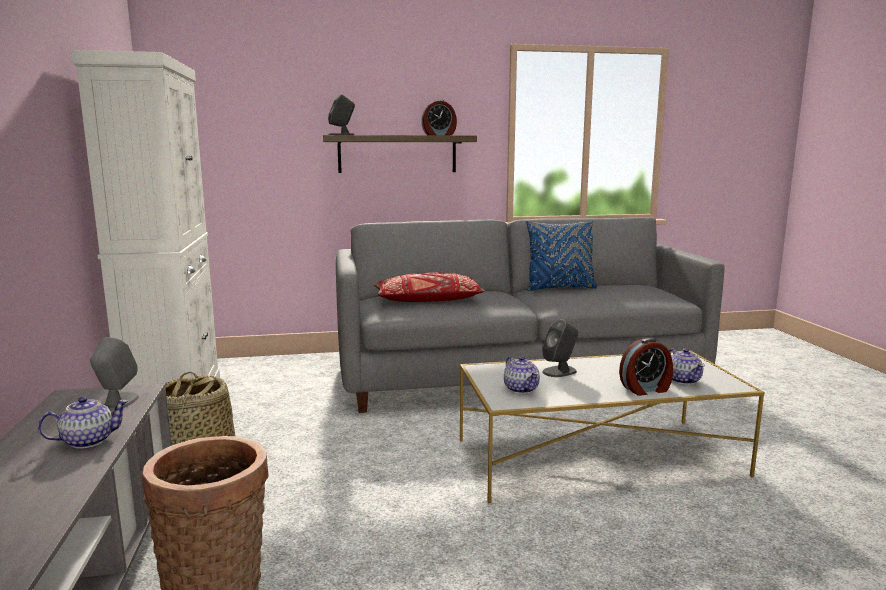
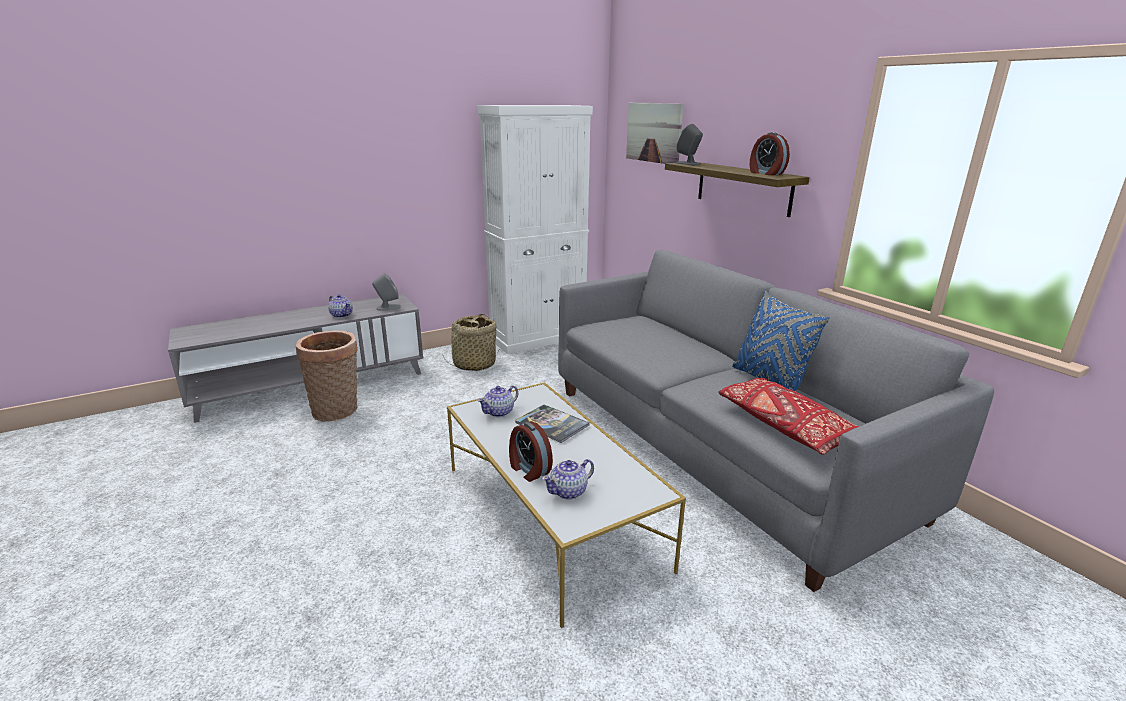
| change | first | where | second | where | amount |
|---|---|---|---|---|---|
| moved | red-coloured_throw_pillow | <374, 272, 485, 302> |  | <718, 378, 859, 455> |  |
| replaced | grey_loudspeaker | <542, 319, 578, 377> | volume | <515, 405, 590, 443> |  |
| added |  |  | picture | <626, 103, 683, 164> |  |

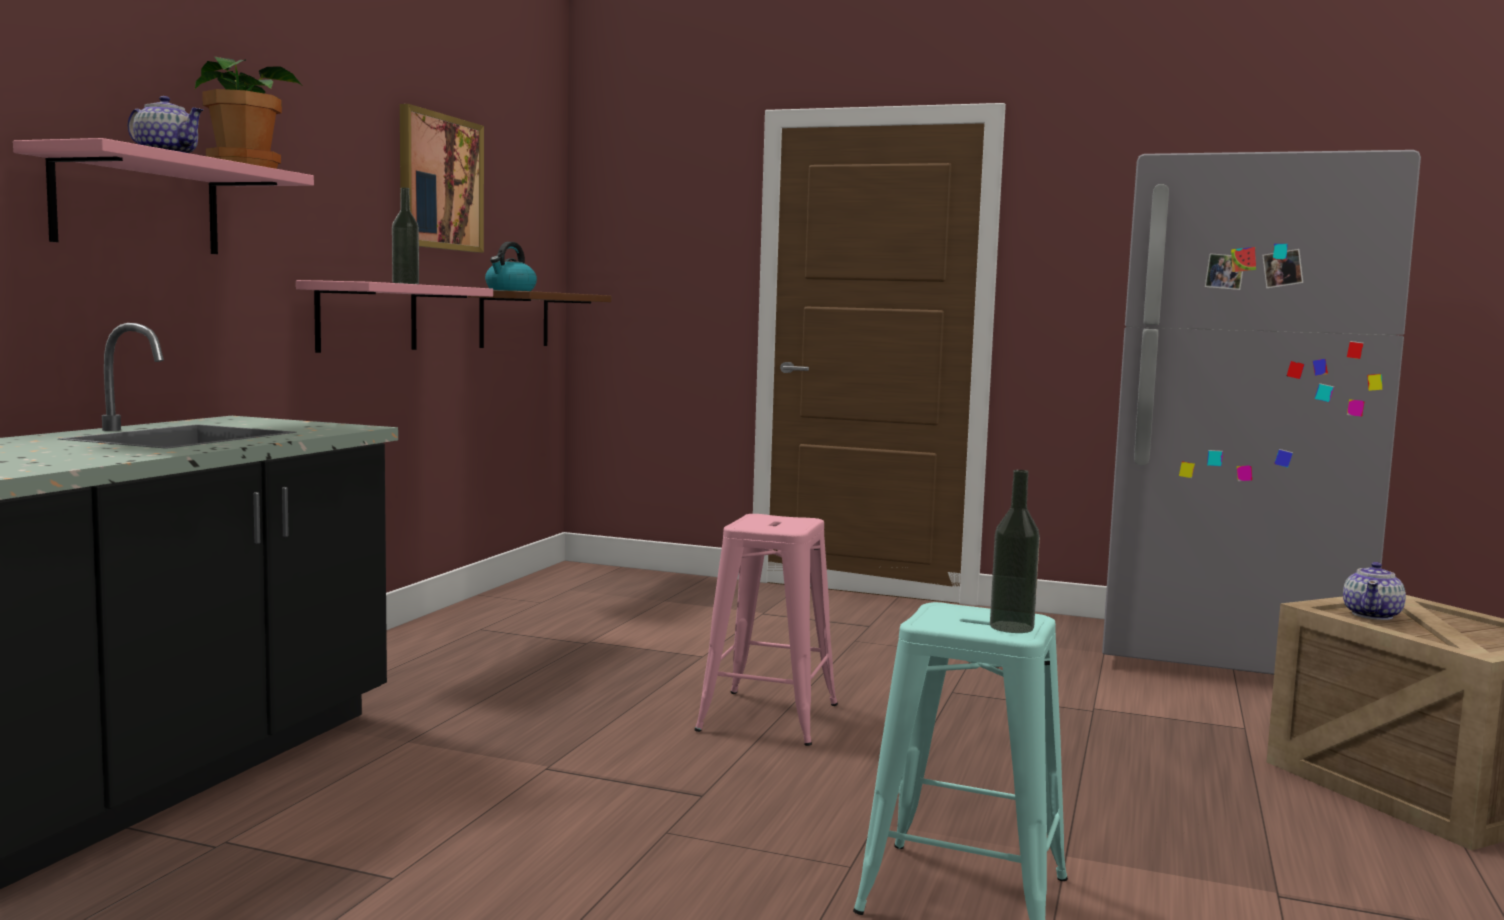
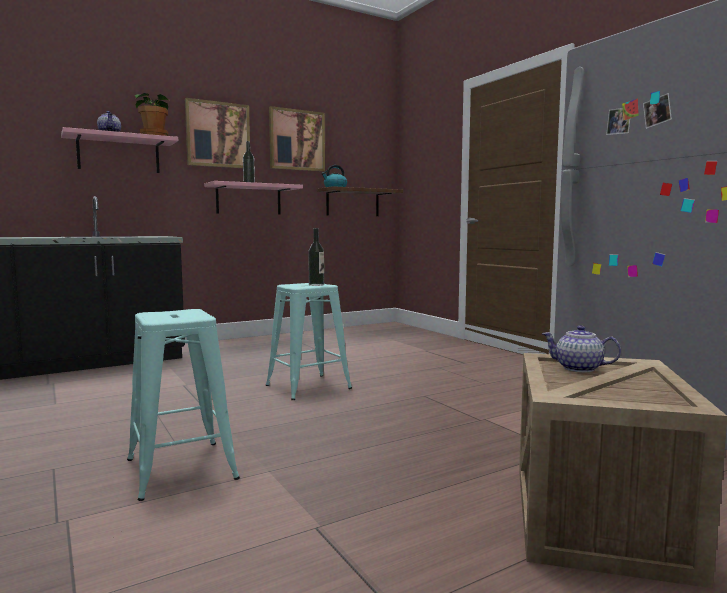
| change | first | where | second | where | amount |
|---|---|---|---|---|---|
| moved | bottle | <990, 470, 1040, 633> |  | <308, 228, 324, 286> |  |
| recoloured | pink-coloured_stool | <694, 514, 838, 746> | turquoise_stool | <266, 283, 352, 400> |  |
| turned | teapot | <1343, 562, 1406, 620> |  | <542, 325, 621, 372> | 45 degrees clockwise |
| added |  |  | picture | <185, 98, 250, 168> |  |

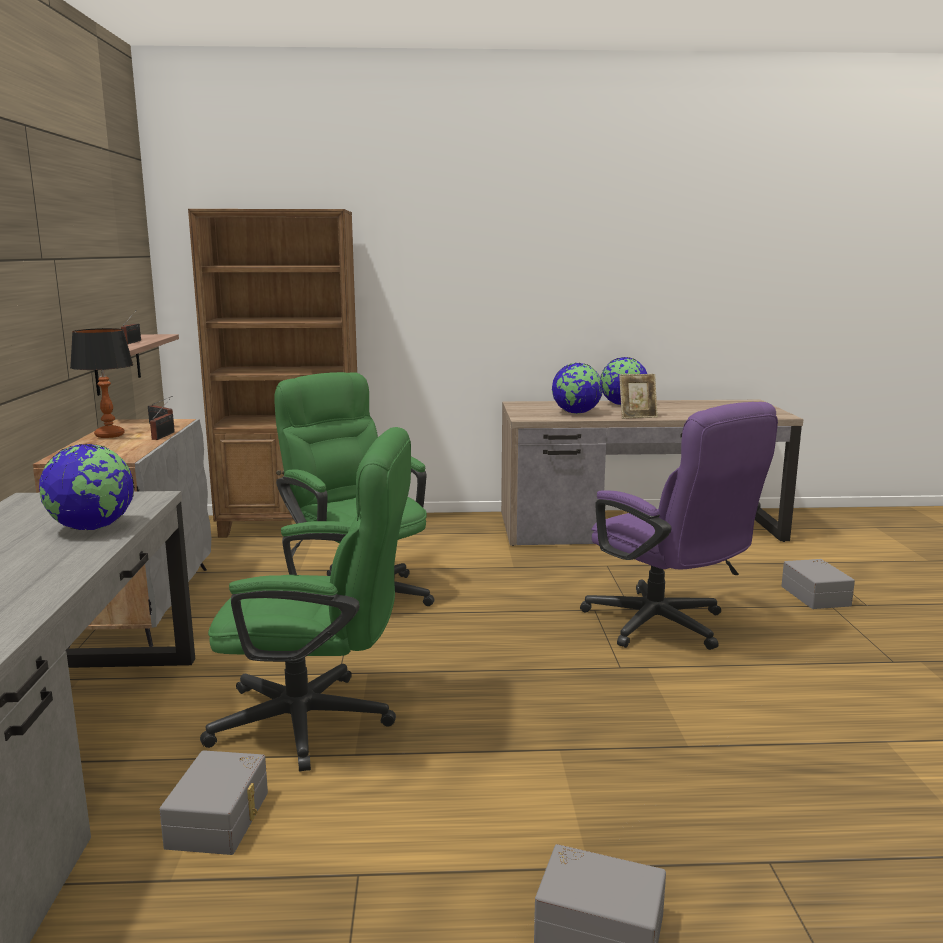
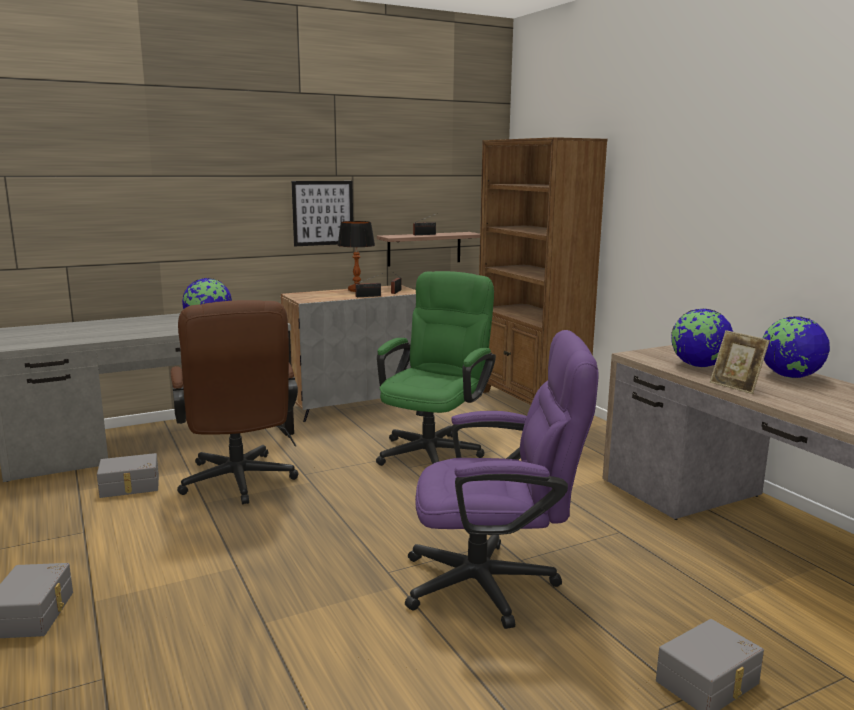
| change | first | where | second | where | amount |
|---|---|---|---|---|---|
| turned | purplish_desk_chair | <580, 402, 778, 650> |  | <405, 330, 599, 629> | 120 degrees counterclockwise |
| recoloured | green-coloured_desk_chair | <200, 427, 411, 771> | brown-coloured_desk_chair | <170, 300, 298, 505> |  |
| added |  |  | picture | <292, 181, 353, 246> |  |

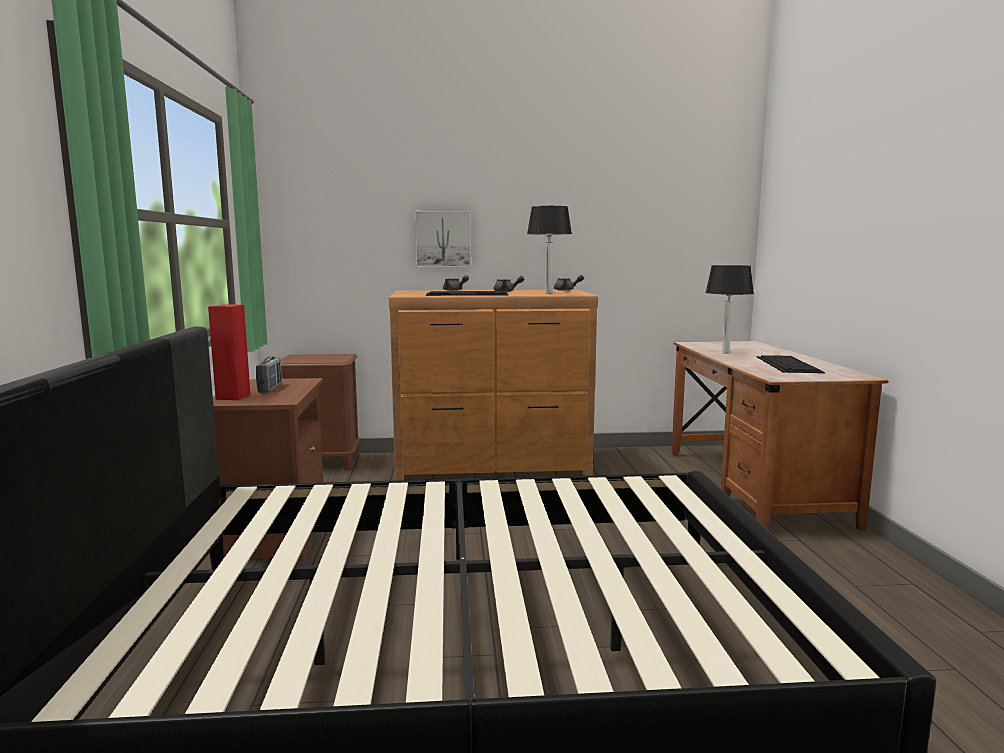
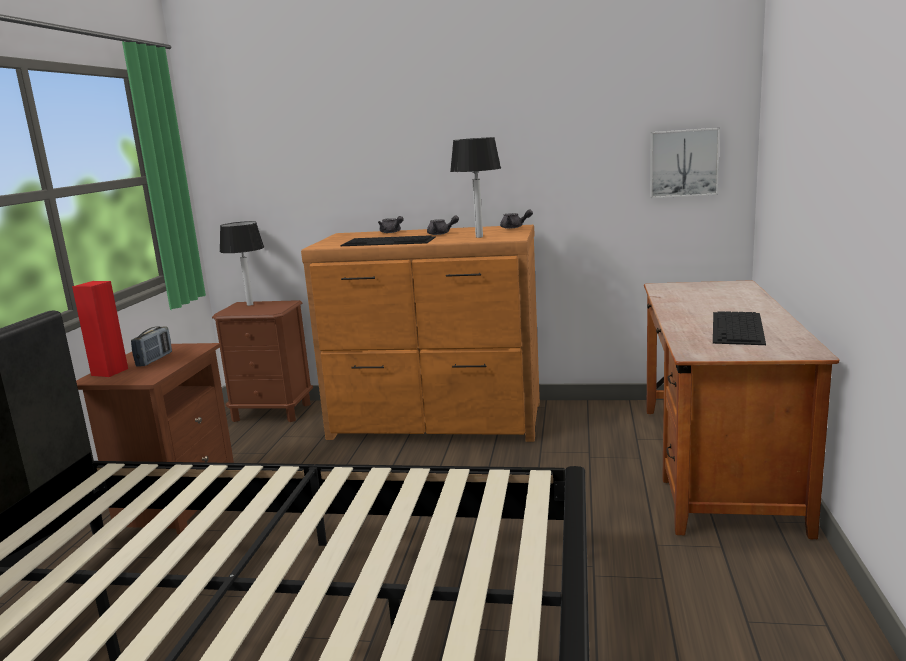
| change | first | where | second | where | amount |
|---|---|---|---|---|---|
| moved | picture | <415, 211, 471, 267> |  | <650, 128, 720, 198> |  |
| moved | tabletop_lamp | <705, 265, 754, 354> |  | <219, 221, 264, 306> |  |

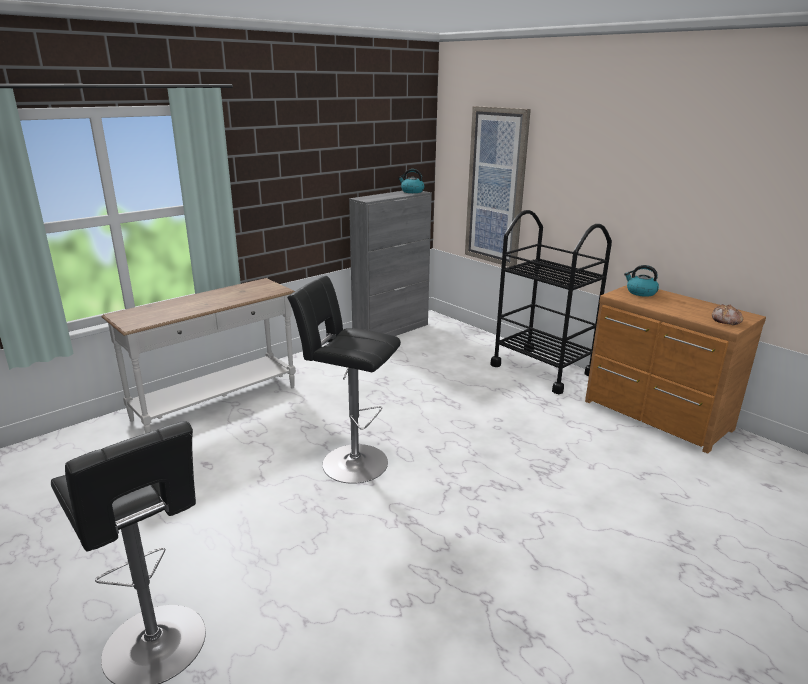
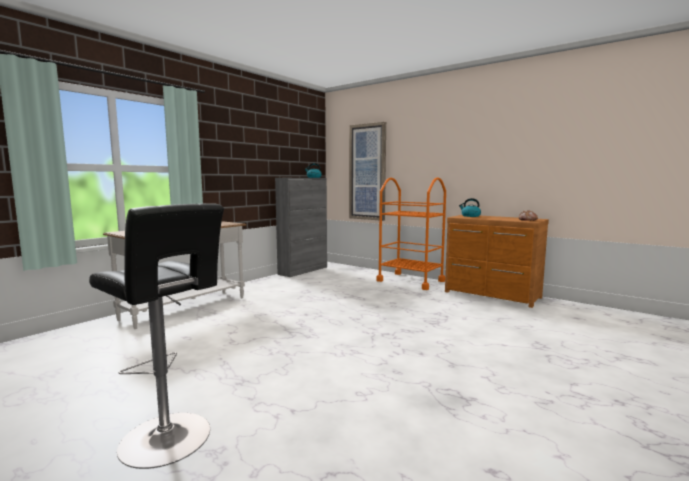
| change | first | where | second | where | amount |
|---|---|---|---|---|---|
| recoloured | black_trolley | <490, 210, 612, 394> | orange_trolley | <376, 177, 446, 290> |  |
| removed | black_stool | <287, 276, 401, 484> |  |  |  |

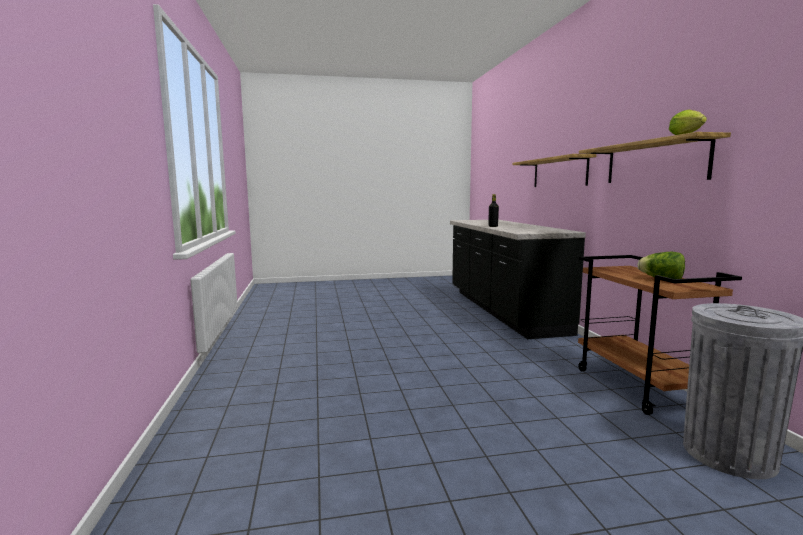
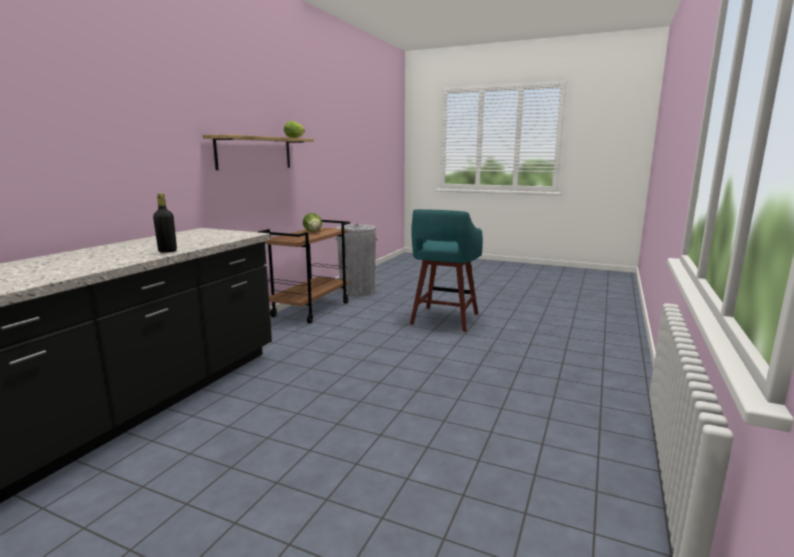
| change | first | where | second | where | amount |
|---|---|---|---|---|---|
| removed | bracket_shelf | <512, 154, 597, 187> |  |  |  |
| added |  |  | turquoise_stool | <410, 209, 483, 332> |  |

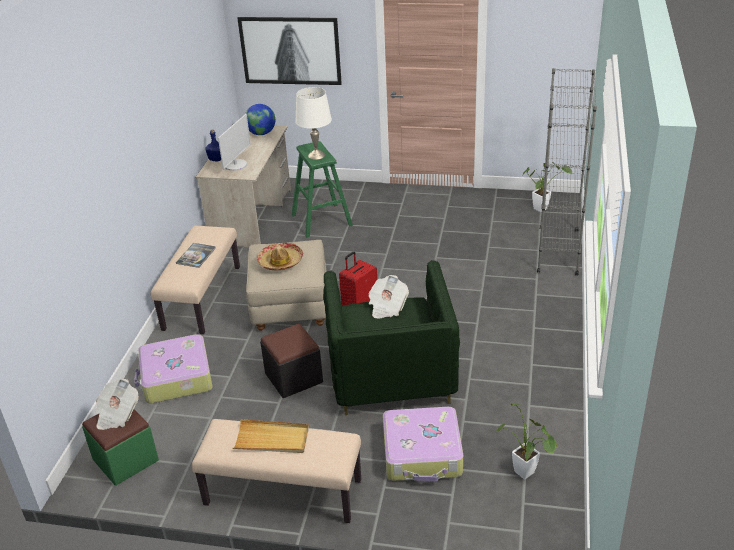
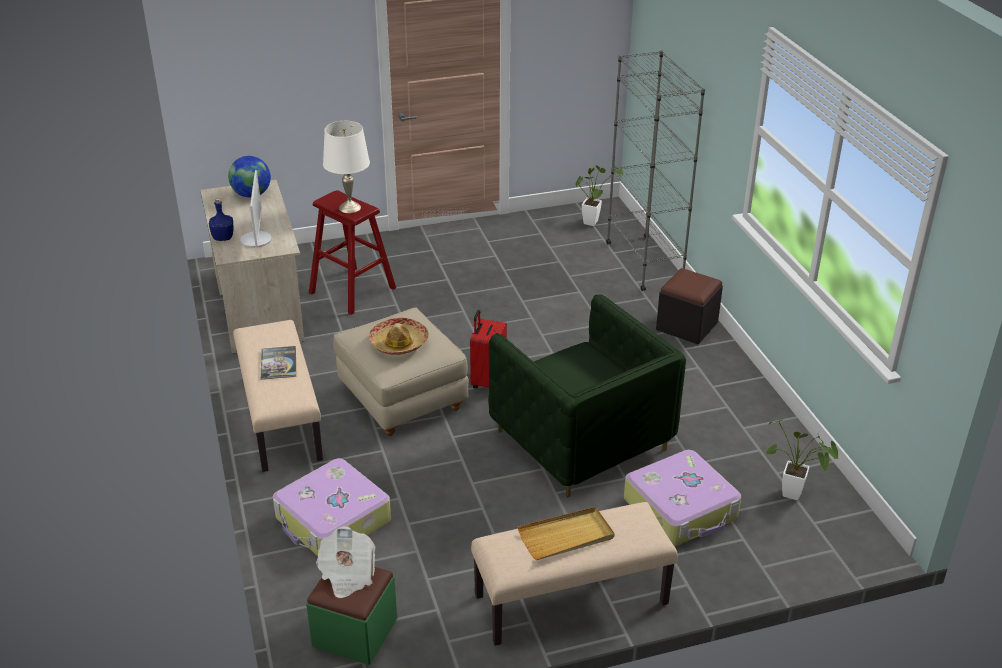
| change | first | where | second | where | amount |
|---|---|---|---|---|---|
| removed | picture | <237, 17, 342, 85> |  |  |  |
| recoloured | green-coloured_stool | <292, 141, 353, 237> | red-coloured_stool | <309, 190, 396, 315> |  |
| removed | daily_paper | <368, 275, 409, 319> |  |  |  |
| moved | black_footrest | <260, 324, 323, 398> |  | <656, 268, 723, 344> |  |

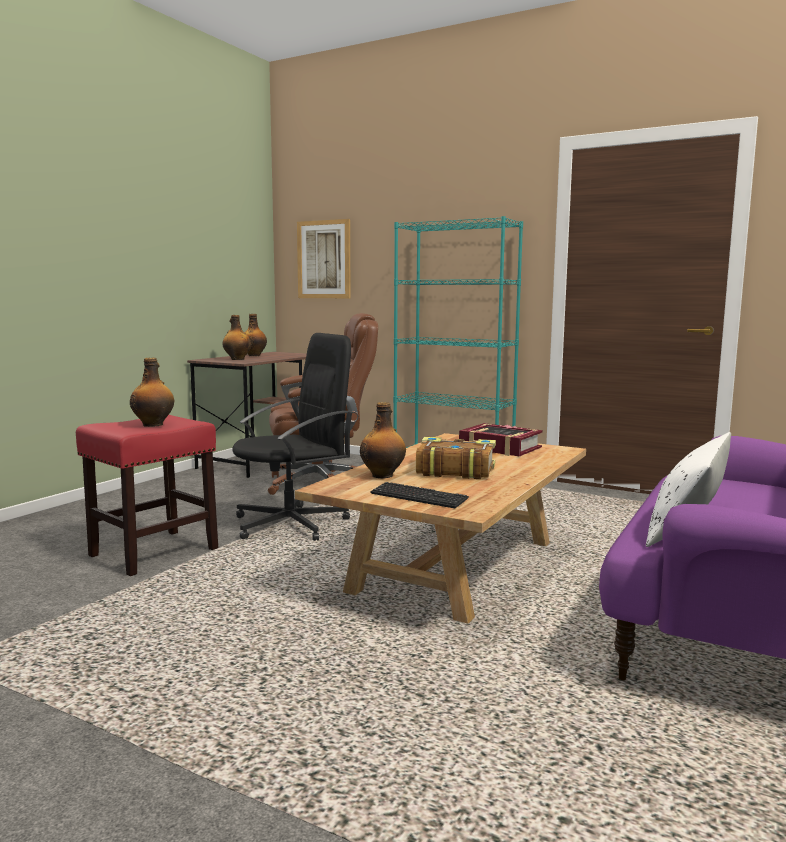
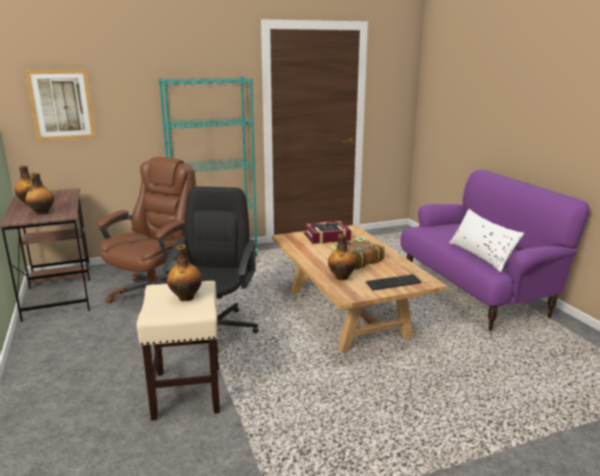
| change | first | where | second | where | amount |
|---|---|---|---|---|---|
| recoloured | red-coloured_stool | <76, 415, 218, 576> | sand-coloured_stool | <137, 281, 220, 421> |  |

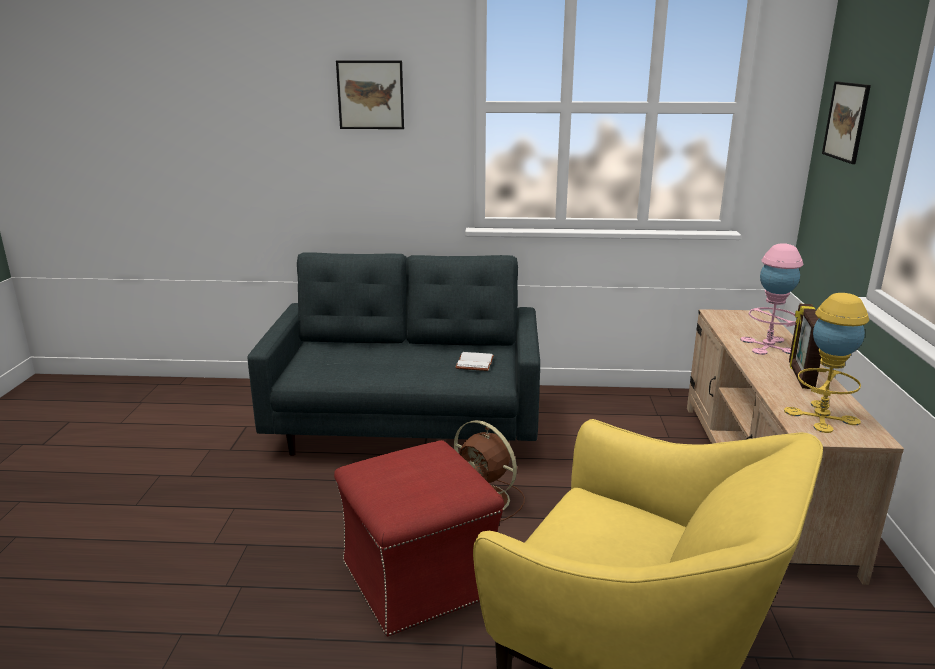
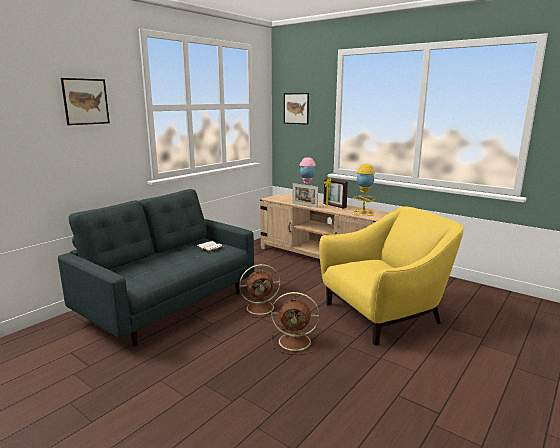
| change | first | where | second | where | amount |
|---|---|---|---|---|---|
| replaced | red-coloured_footrest | <334, 440, 504, 637> | brown-coloured_cooling_fan | <271, 292, 319, 355> |  |
| added |  |  | photo_frame | <293, 183, 318, 208> |  |

